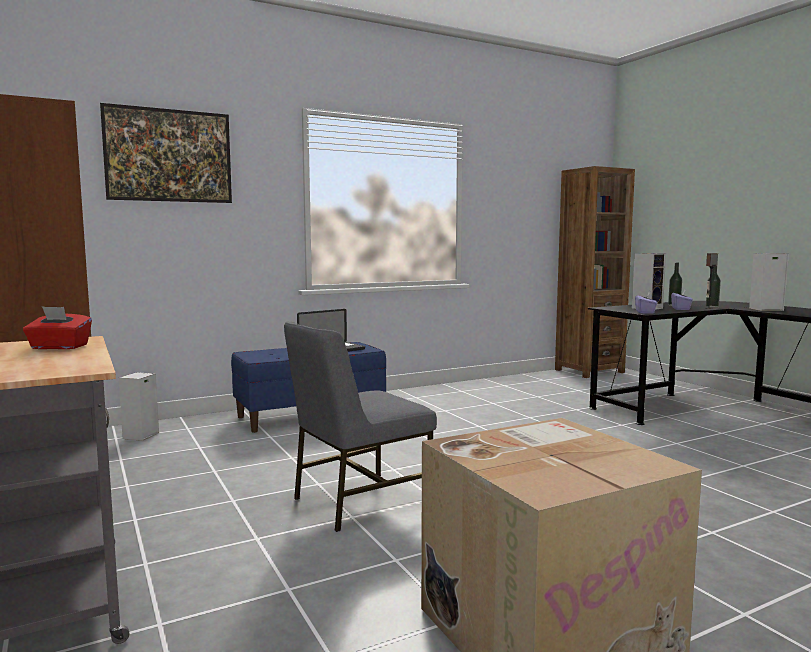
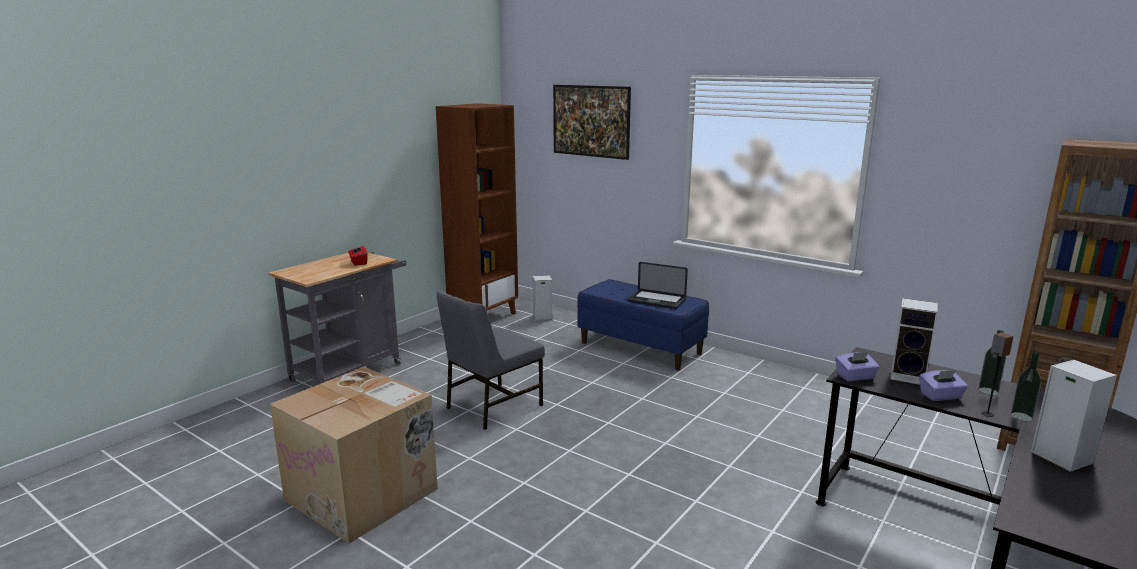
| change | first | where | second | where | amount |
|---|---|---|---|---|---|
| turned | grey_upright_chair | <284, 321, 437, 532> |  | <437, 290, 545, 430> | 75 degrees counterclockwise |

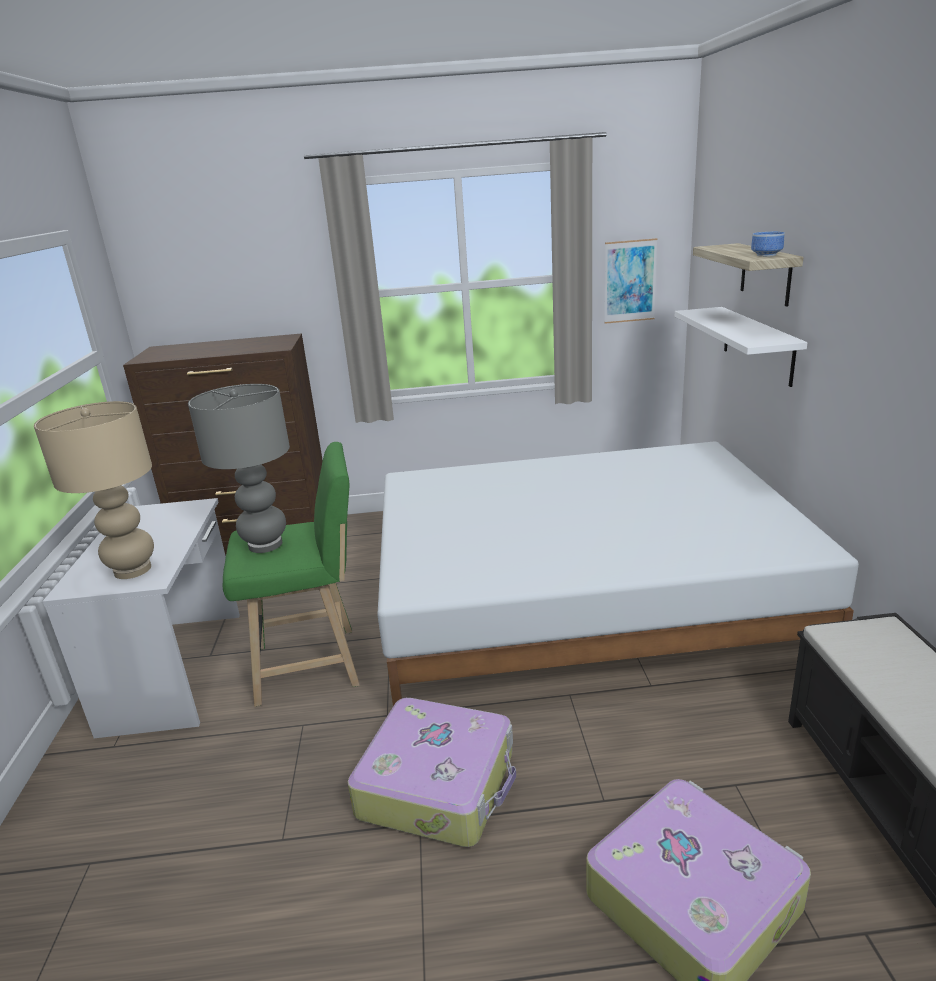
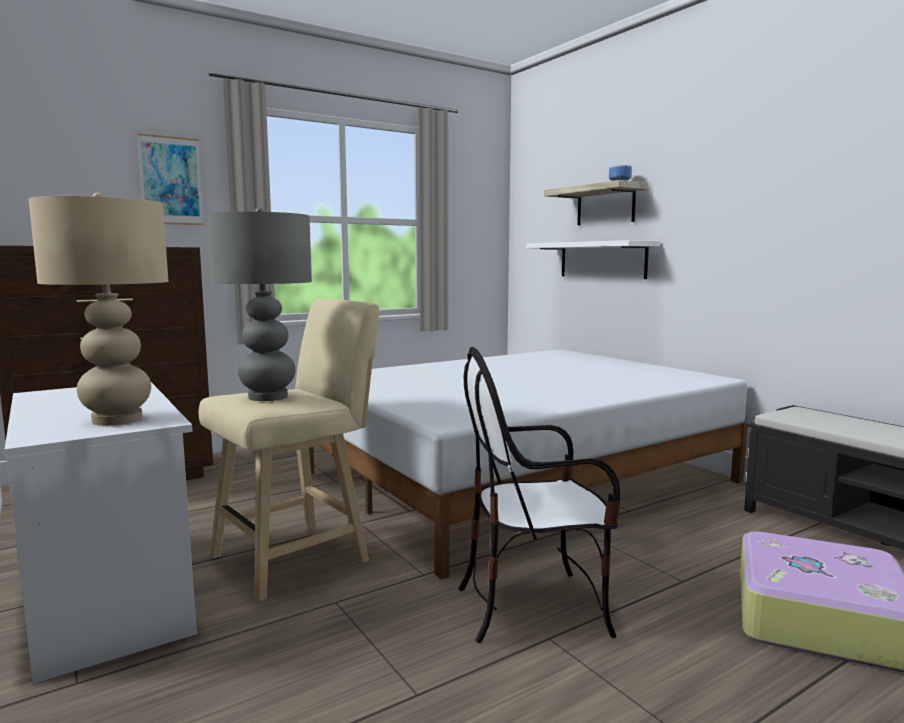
| change | first | where | second | where | amount |
|---|---|---|---|---|---|
| moved | picture | <604, 238, 657, 324> |  | <137, 133, 203, 225> |  |
| recoloured | green-coloured_stool | <223, 442, 359, 707> | sand-coloured_stool | <199, 298, 379, 601> |  |
| replaced | travel_case | <348, 698, 516, 847> | upright_chair | <458, 347, 621, 643> |  |

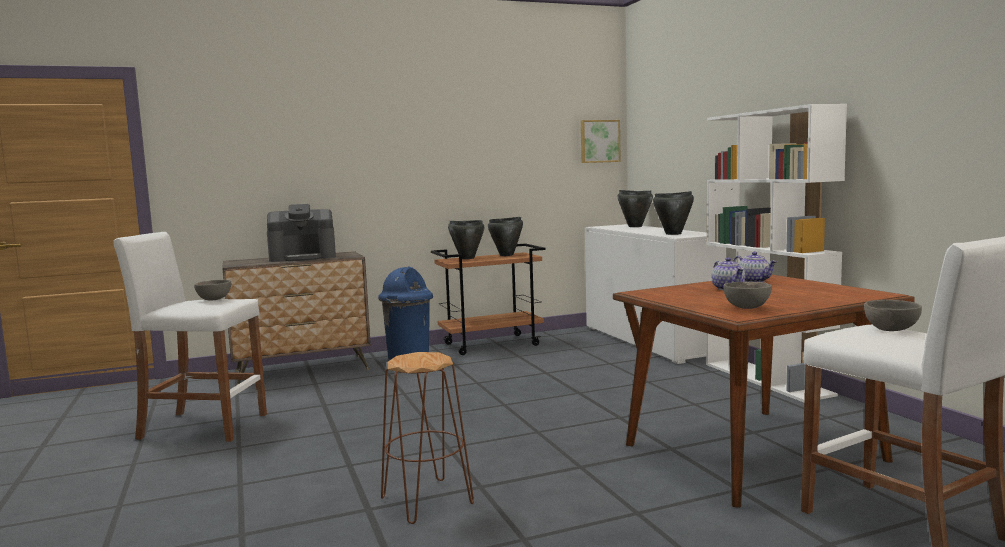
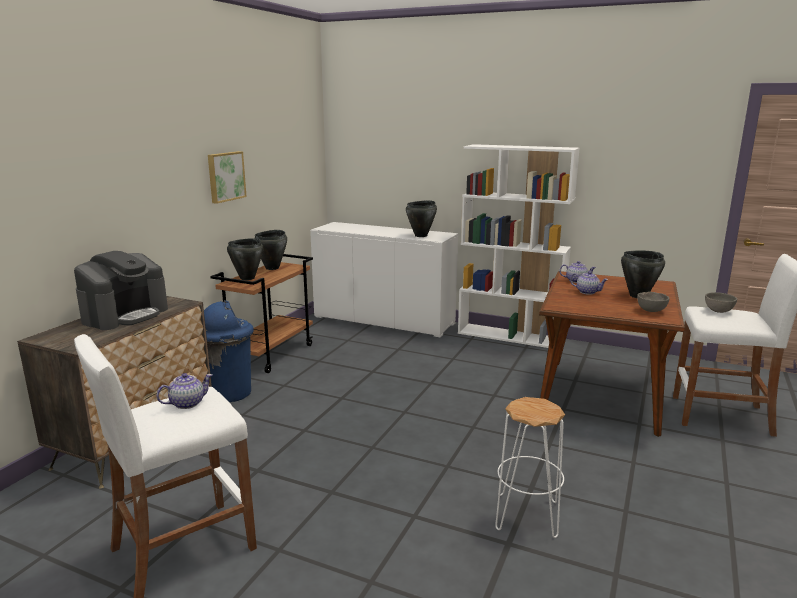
| change | first | where | second | where | amount |
|---|---|---|---|---|---|
| moved | picture | <581, 120, 621, 163> |  | <208, 151, 247, 204> |  |
| moved | black_stockpot | <618, 190, 653, 227> |  | <621, 251, 665, 298> |  |
| replaced | grey_bowl | <194, 280, 231, 300> | teapot | <157, 373, 212, 409> |  |
| recoloured | brown-coloured_stool | <381, 352, 474, 524> | whitish_stool | <495, 397, 565, 538> |  |

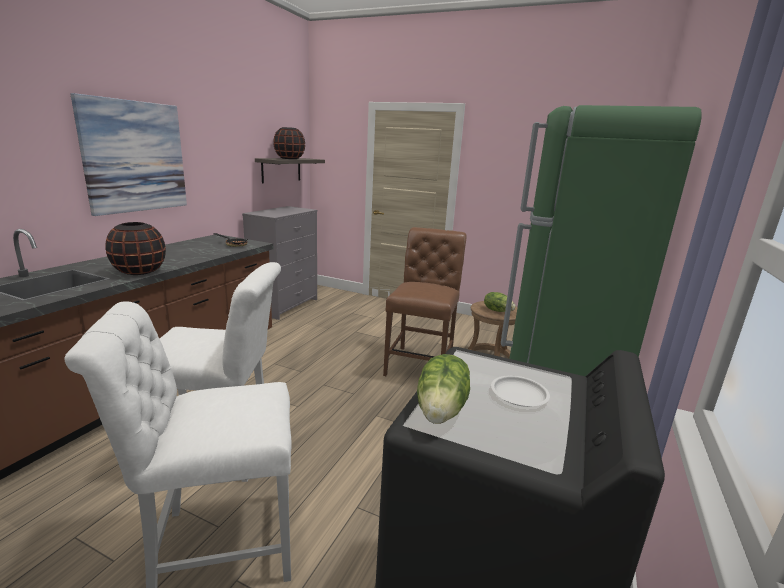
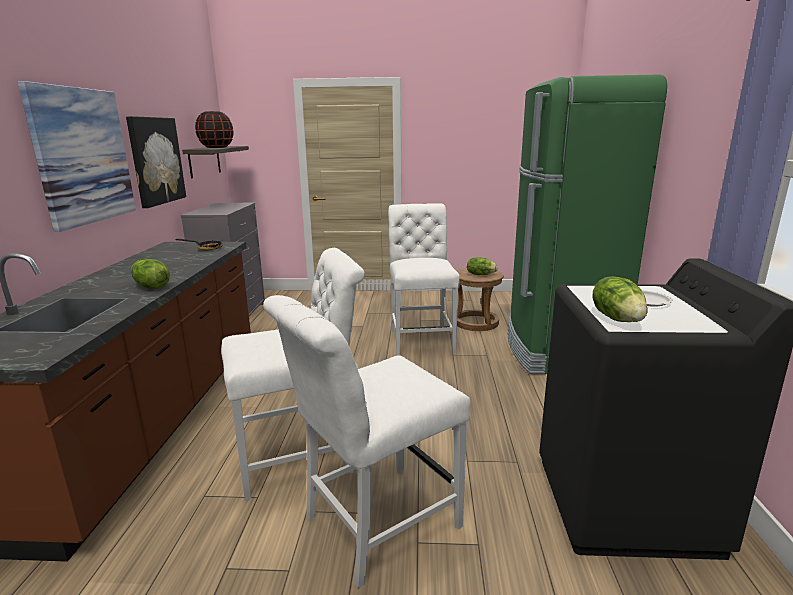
| change | first | where | second | where | amount |
|---|---|---|---|---|---|
| replaced | black_decorative_vase | <105, 222, 166, 275> | lettuce_head | <131, 259, 170, 289> |  |
| recoloured | brown-coloured_upright_chair | <383, 227, 466, 376> | whitish_upright_chair | <388, 203, 460, 356> |  |
| added |  |  | picture | <126, 116, 186, 208> |  |

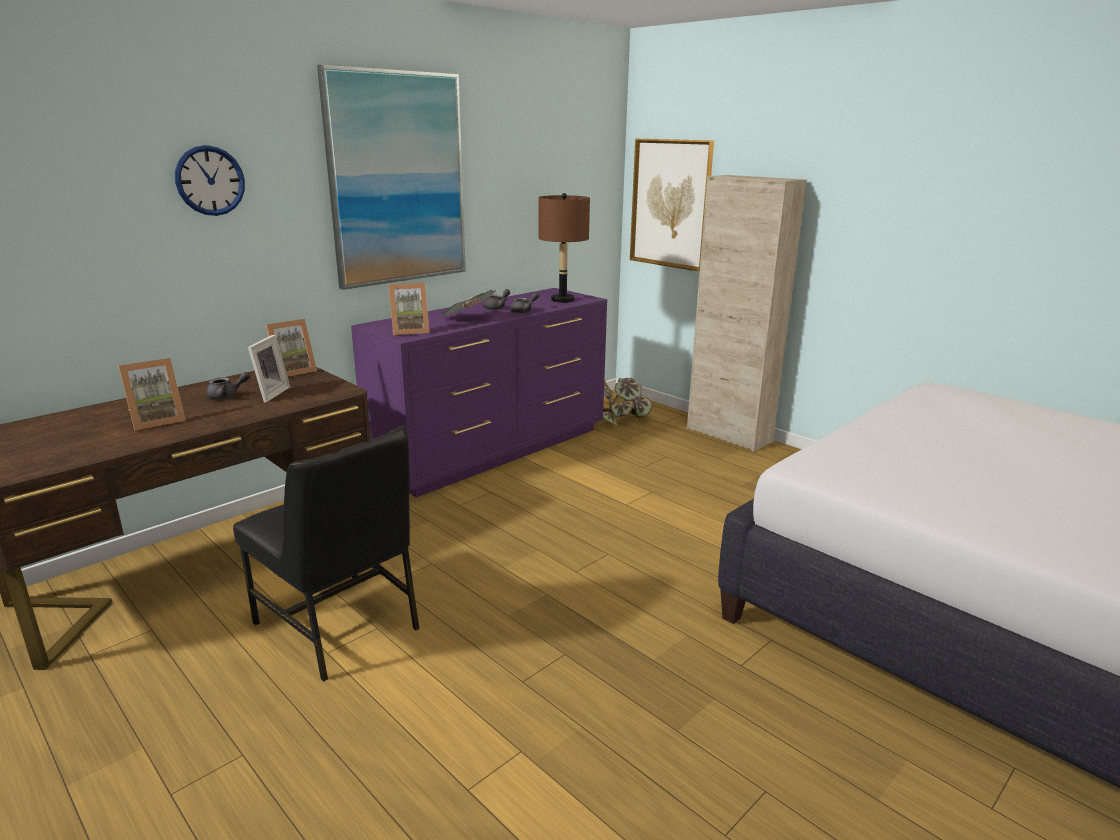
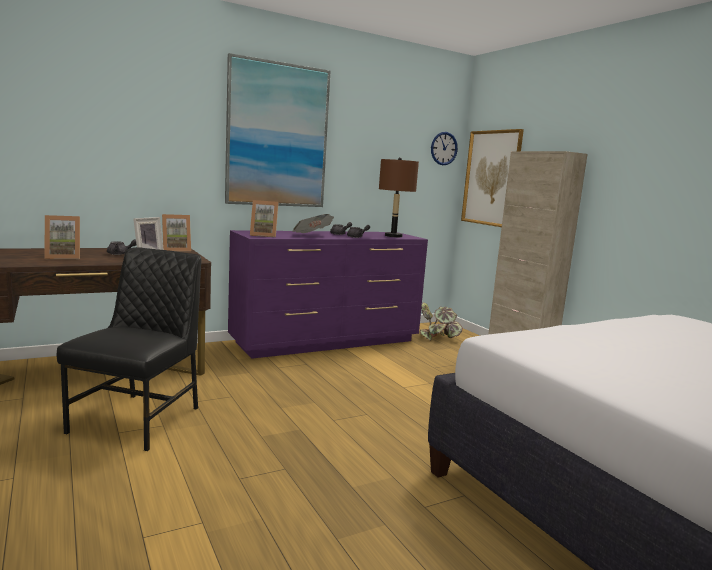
| change | first | where | second | where | amount |
|---|---|---|---|---|---|
| moved | hanging_clock | <175, 145, 245, 216> |  | <431, 132, 458, 165> |  |
| turned | black_upright_chair | <233, 426, 420, 681> |  | <57, 247, 201, 451> | 135 degrees counterclockwise |

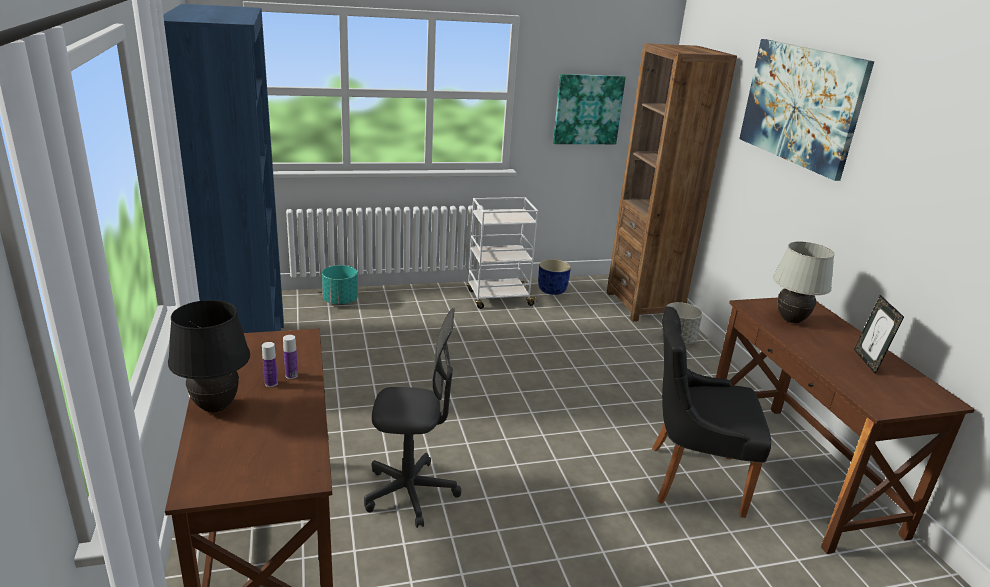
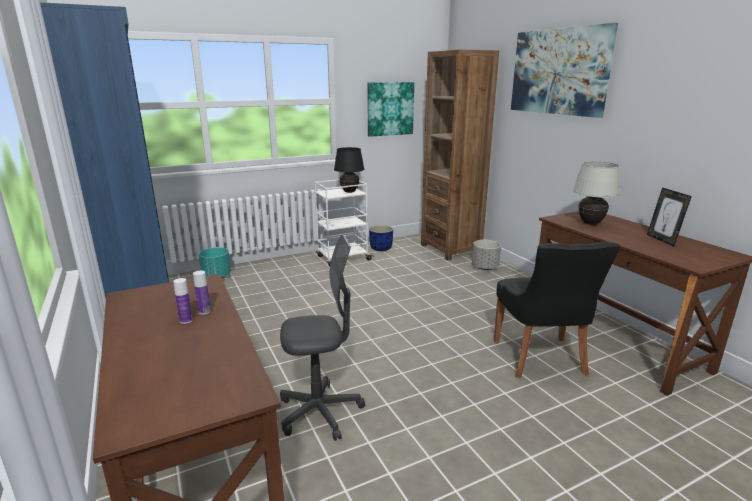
| change | first | where | second | where | amount |
|---|---|---|---|---|---|
| moved | black_tabletop_lamp | <168, 300, 250, 412> |  | <334, 147, 364, 193> |  |
| turned | black_upright_chair | <652, 306, 771, 518> |  | <494, 242, 621, 378> | 90 degrees counterclockwise |

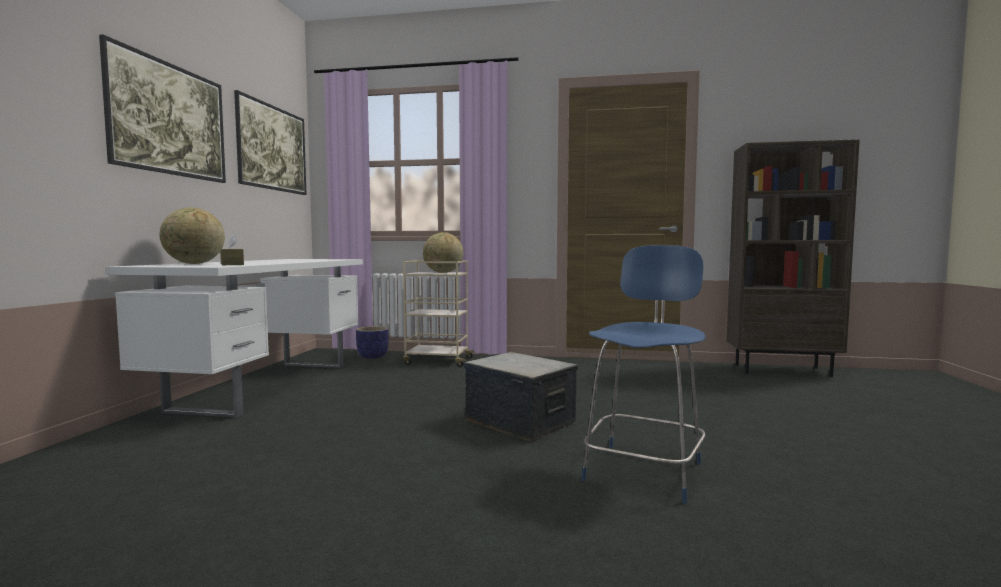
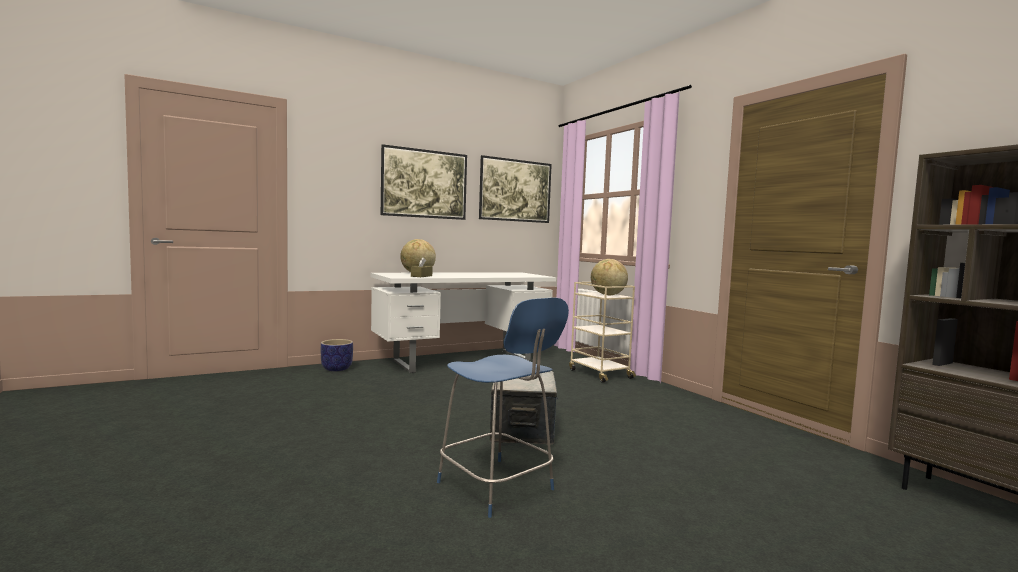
| change | first | where | second | where | amount |
|---|---|---|---|---|---|
| turned | blue_upright_chair | <581, 245, 706, 504> |  | <437, 297, 569, 518> | 60 degrees clockwise |
| moved | flower_pot | <356, 326, 389, 359> |  | <321, 339, 353, 371> |  |

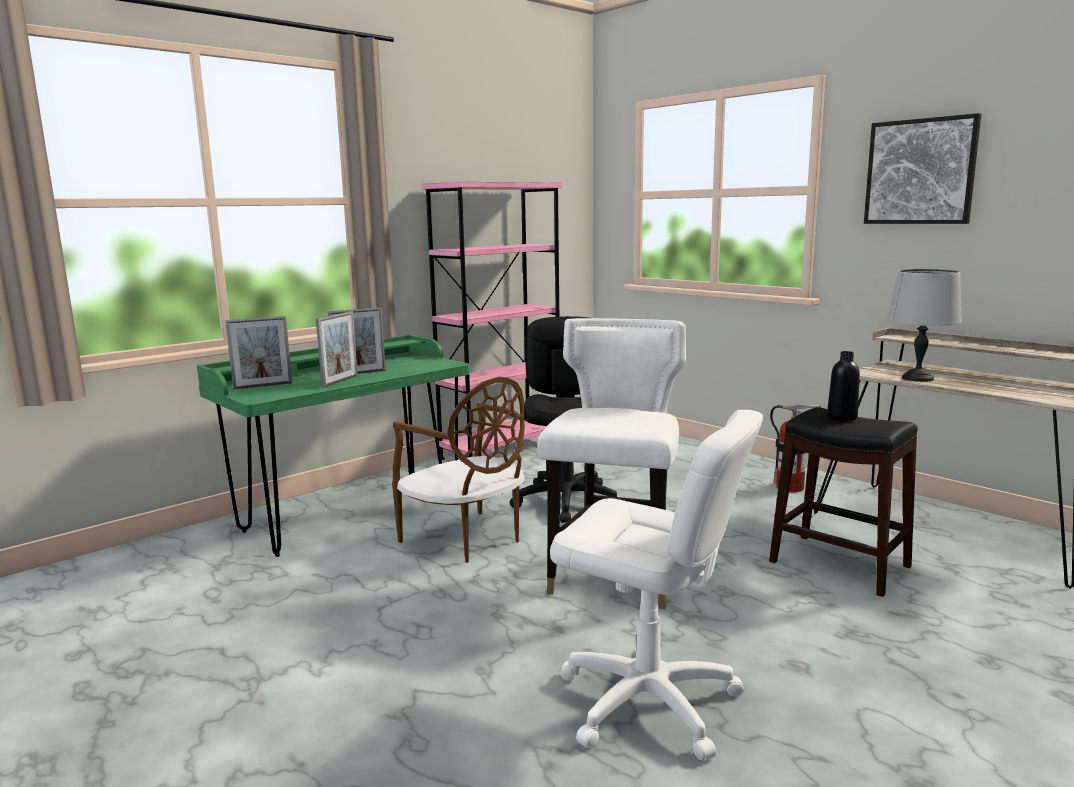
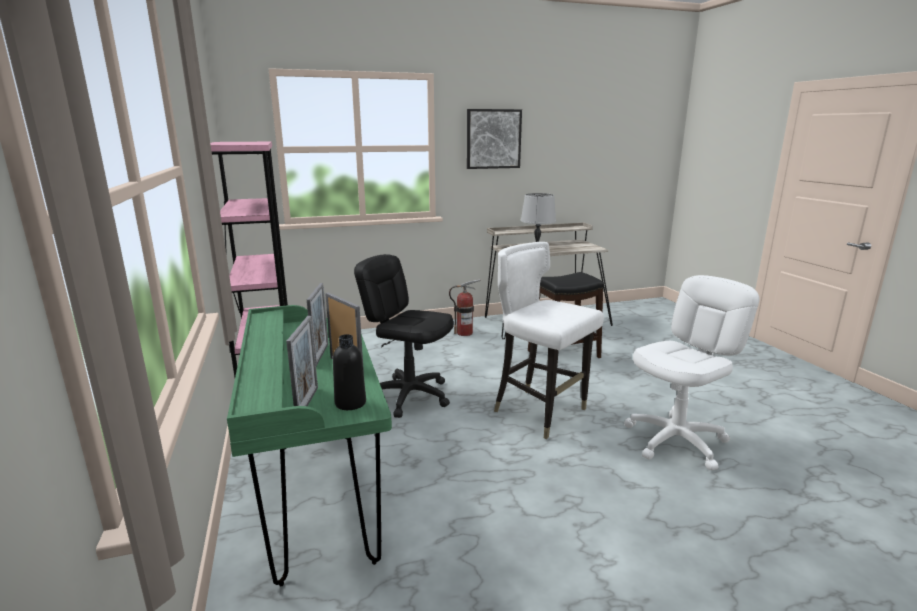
| change | first | where | second | where | amount |
|---|---|---|---|---|---|
| moved | black_bottle | <827, 351, 860, 421> |  | <333, 334, 366, 410> |  |
| removed | brown-coloured_upright_chair | <392, 377, 525, 563> |  |  |  |

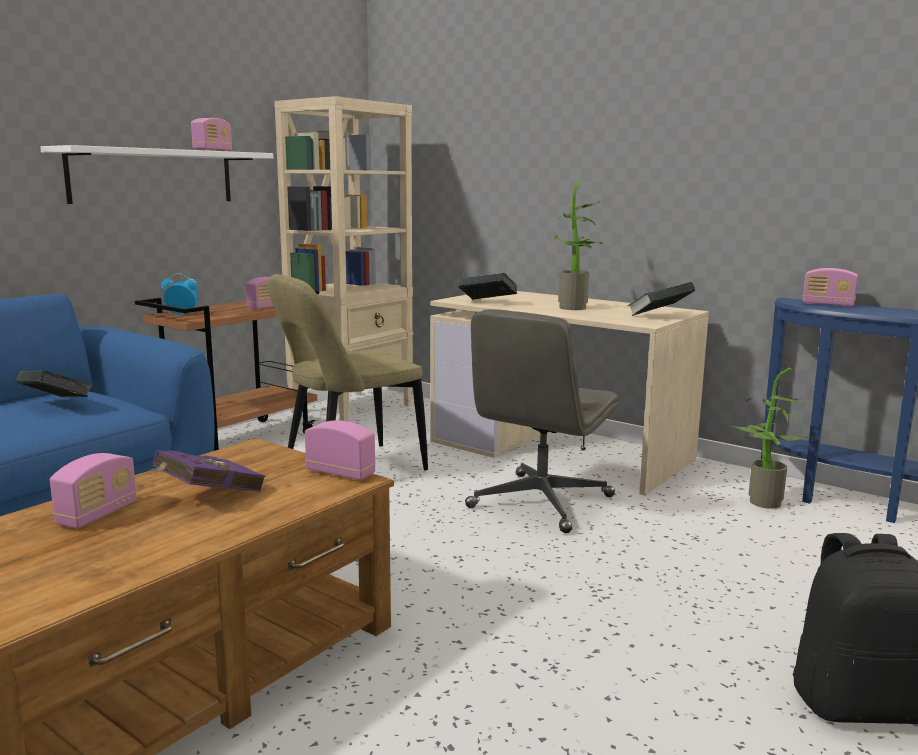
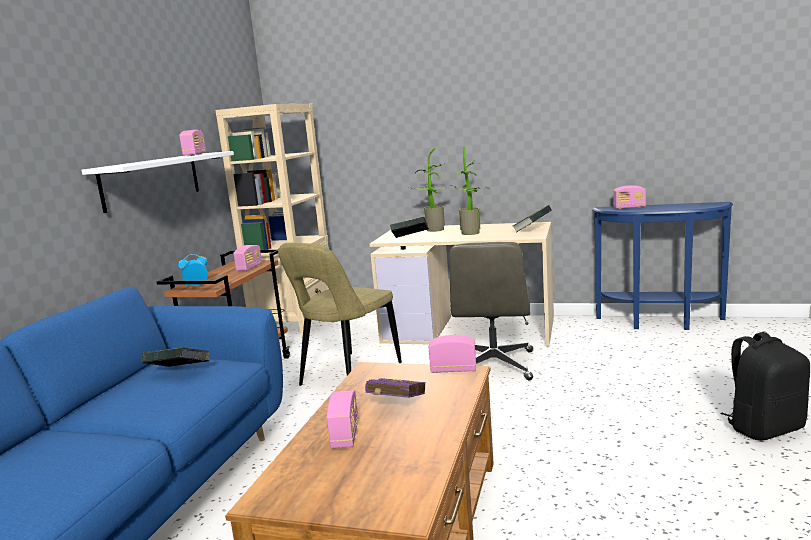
| change | first | where | second | where | amount |
|---|---|---|---|---|---|
| moved | plant_in_a_pot | <729, 367, 812, 509> |  | <409, 147, 452, 232> |  |

